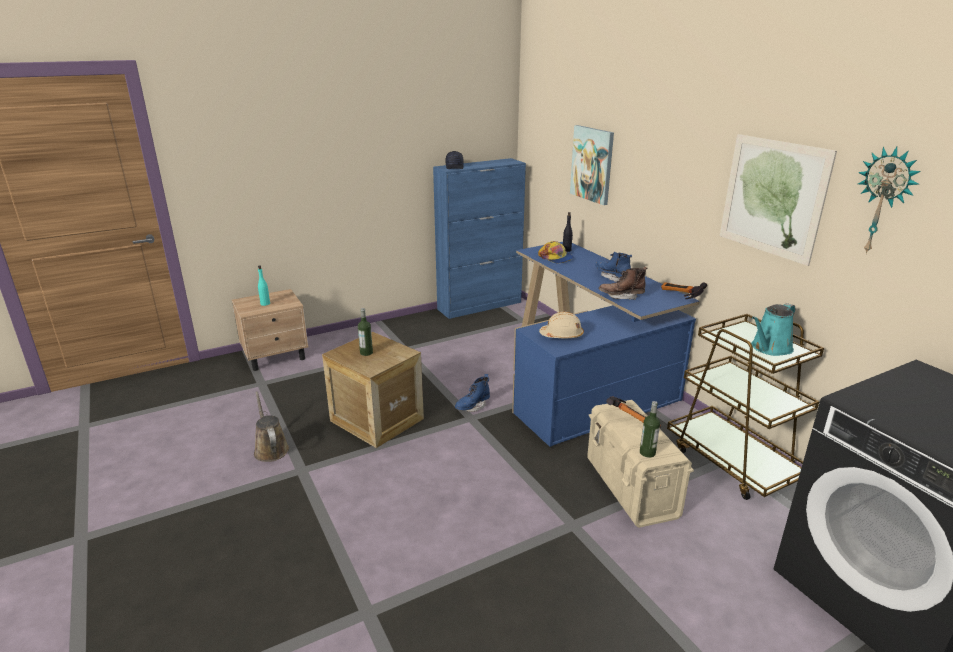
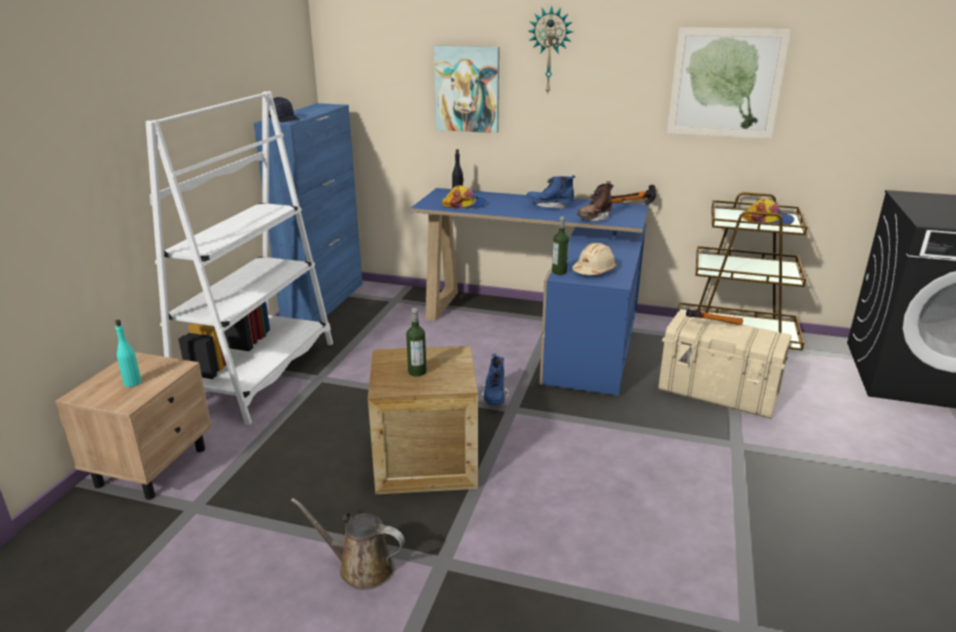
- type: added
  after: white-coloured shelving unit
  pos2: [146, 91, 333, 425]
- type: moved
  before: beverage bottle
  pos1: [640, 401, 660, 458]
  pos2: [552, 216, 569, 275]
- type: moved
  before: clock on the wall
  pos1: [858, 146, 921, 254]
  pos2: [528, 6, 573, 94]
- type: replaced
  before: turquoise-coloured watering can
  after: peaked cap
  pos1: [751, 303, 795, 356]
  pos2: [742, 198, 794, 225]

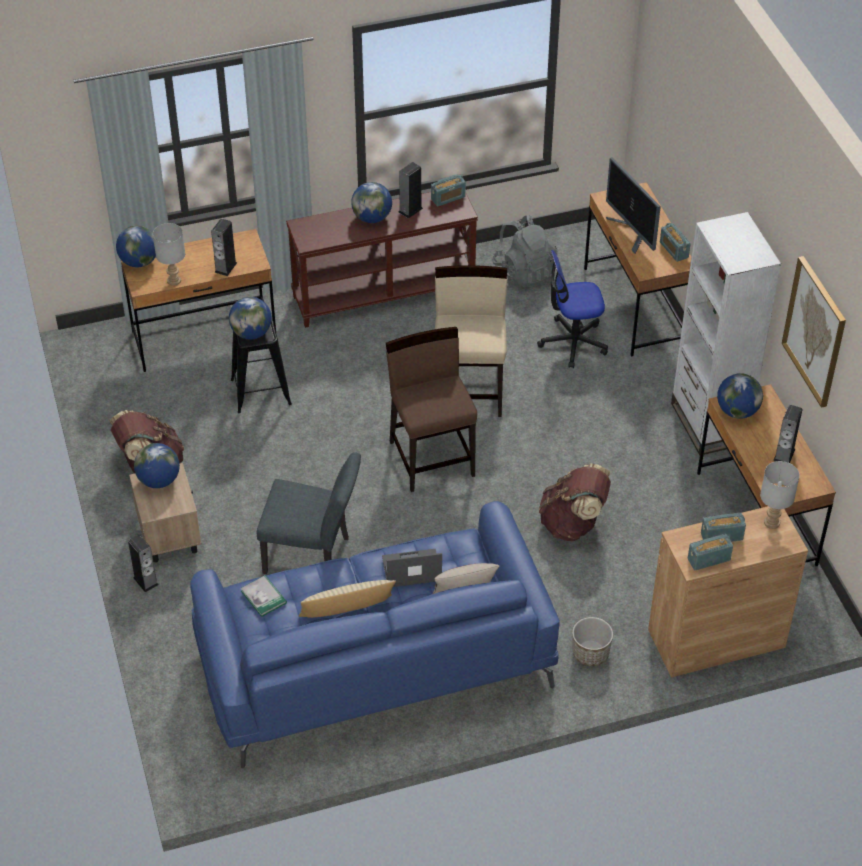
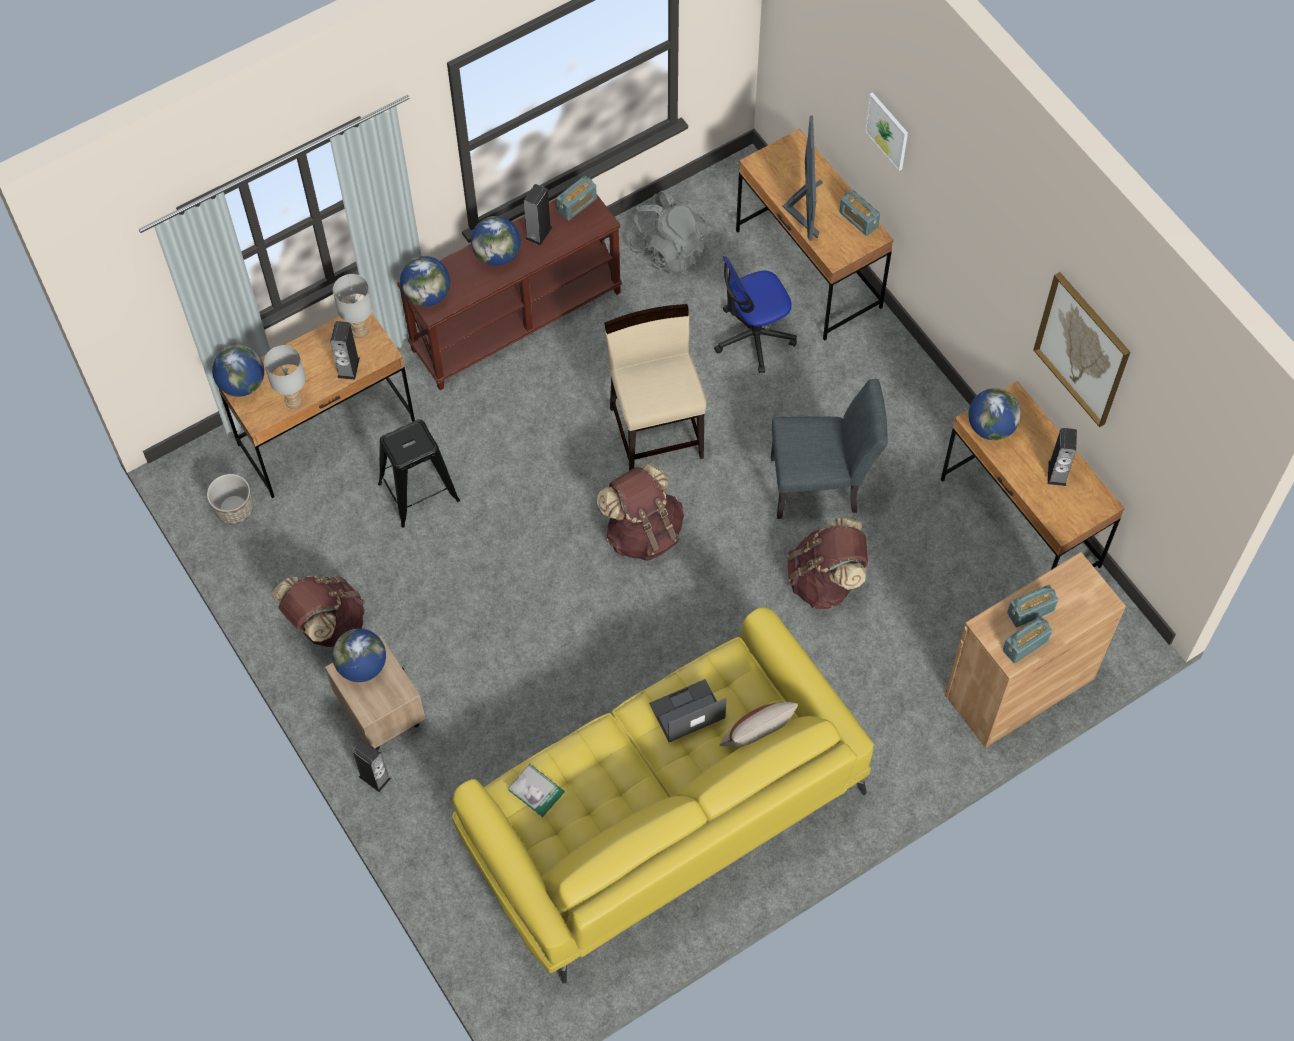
- type: removed
  before: sand-coloured cushion
  pos1: [299, 580, 396, 618]
- type: removed
  before: white-coloured shelving unit
  pos1: [671, 212, 781, 455]
- type: added
  after: picture
  pos2: [865, 92, 908, 171]
- type: moved
  before: desk globe
  pos1: [229, 297, 272, 340]
  pos2: [400, 256, 450, 307]
- type: moved
  before: gray upright chair
  pos1: [257, 452, 361, 574]
  pos2: [771, 379, 888, 519]
- type: moved
  before: planter
  pos1: [572, 617, 613, 666]
  pos2: [207, 474, 253, 525]
- type: moved
  before: gray lamp for a table
  pos1: [760, 461, 800, 529]
  pos2: [333, 274, 373, 338]
- type: replaced
  before: brown upright chair
  after: brown backpack
  pos1: [386, 327, 477, 492]
  pos2: [597, 463, 684, 561]
- type: recoloured
  before: blue settee
  after: yellow-coloured settee
  pos1: [190, 501, 560, 768]
  pos2: [452, 607, 874, 983]
- type: turned
  before: computer display
  pos1: [606, 157, 661, 254]
  pos2: [782, 116, 823, 241]
  turn: -135

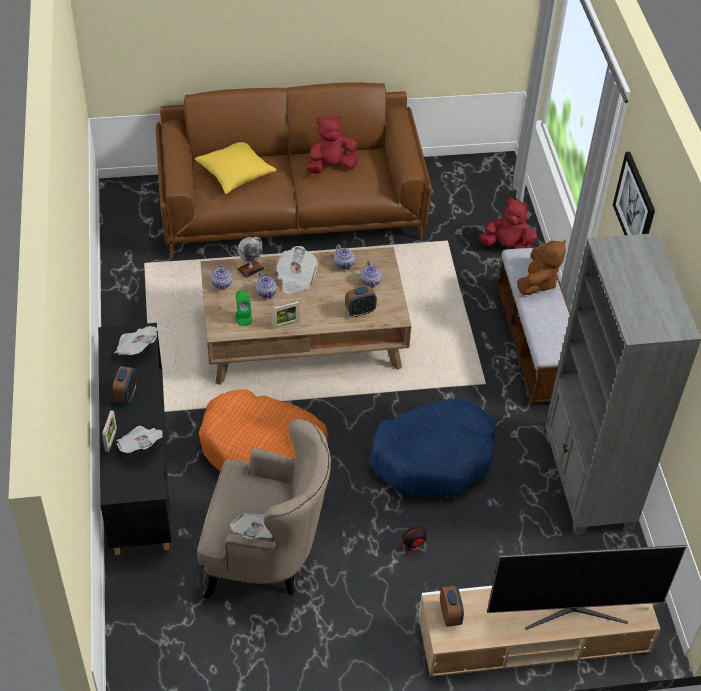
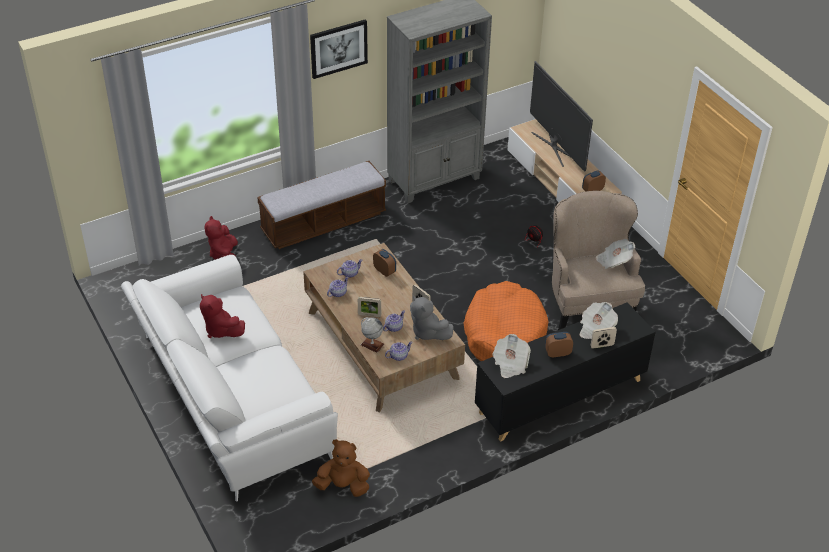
- type: removed
  before: yellow-coloured cushion
  pos1: [195, 142, 276, 194]
- type: removed
  before: blue dog cushion
  pos1: [370, 399, 495, 497]
- type: moved
  before: brown soft toy
  pos1: [517, 239, 566, 295]
  pos2: [312, 439, 370, 497]
- type: replaced
  before: green-coloured speaker
  after: gray soft toy
  pos1: [235, 290, 252, 326]
  pos2: [410, 295, 454, 340]
- type: replaced
  before: newspaper
  after: picture frame
  pos1: [276, 246, 318, 294]
  pos2: [358, 297, 381, 317]
- type: recoloured
  before: brown settee
  after: white-coloured settee
  pos1: [156, 82, 432, 258]
  pos2: [121, 255, 338, 501]

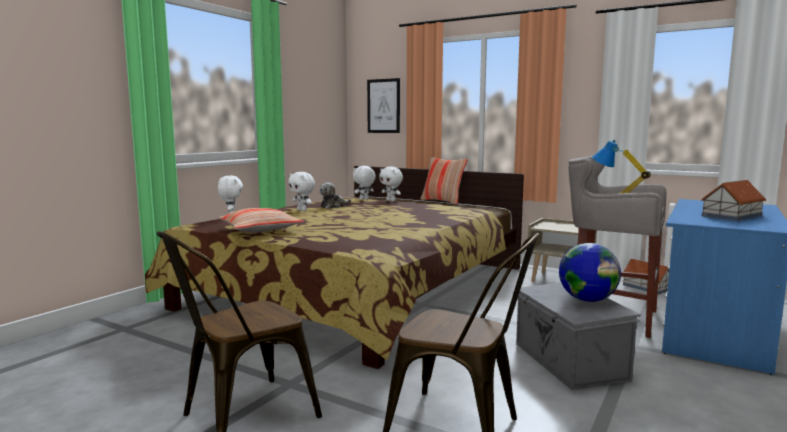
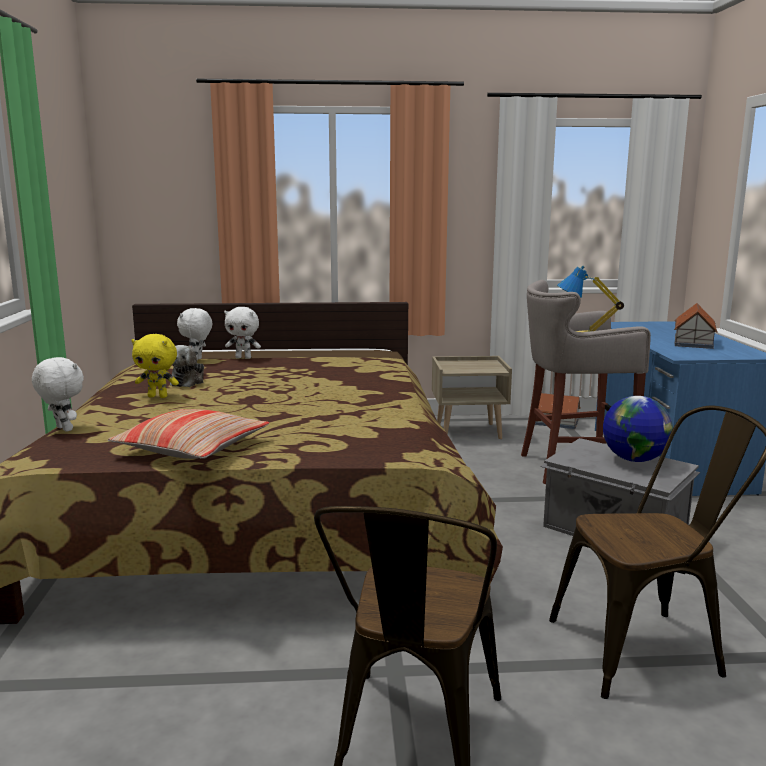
- type: removed
  before: picture
  pos1: [367, 78, 400, 133]
- type: removed
  before: cushion
  pos1: [420, 157, 467, 204]
- type: recoloured
  before: white-coloured soft toy
  after: yellow-coloured soft toy
  pos1: [288, 172, 315, 211]
  pos2: [132, 334, 179, 398]

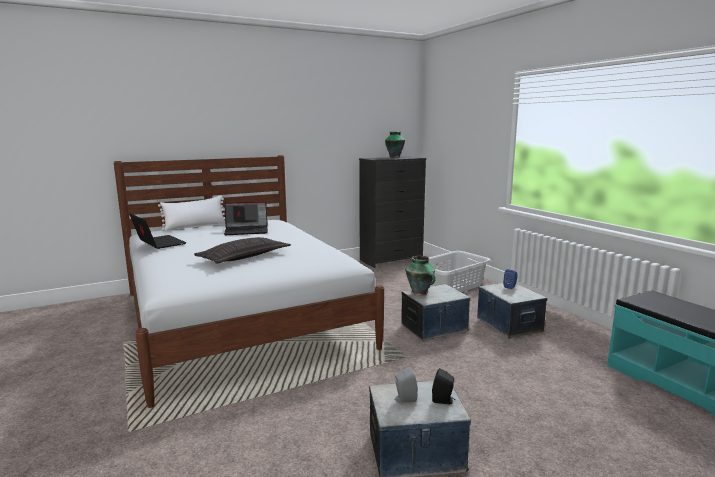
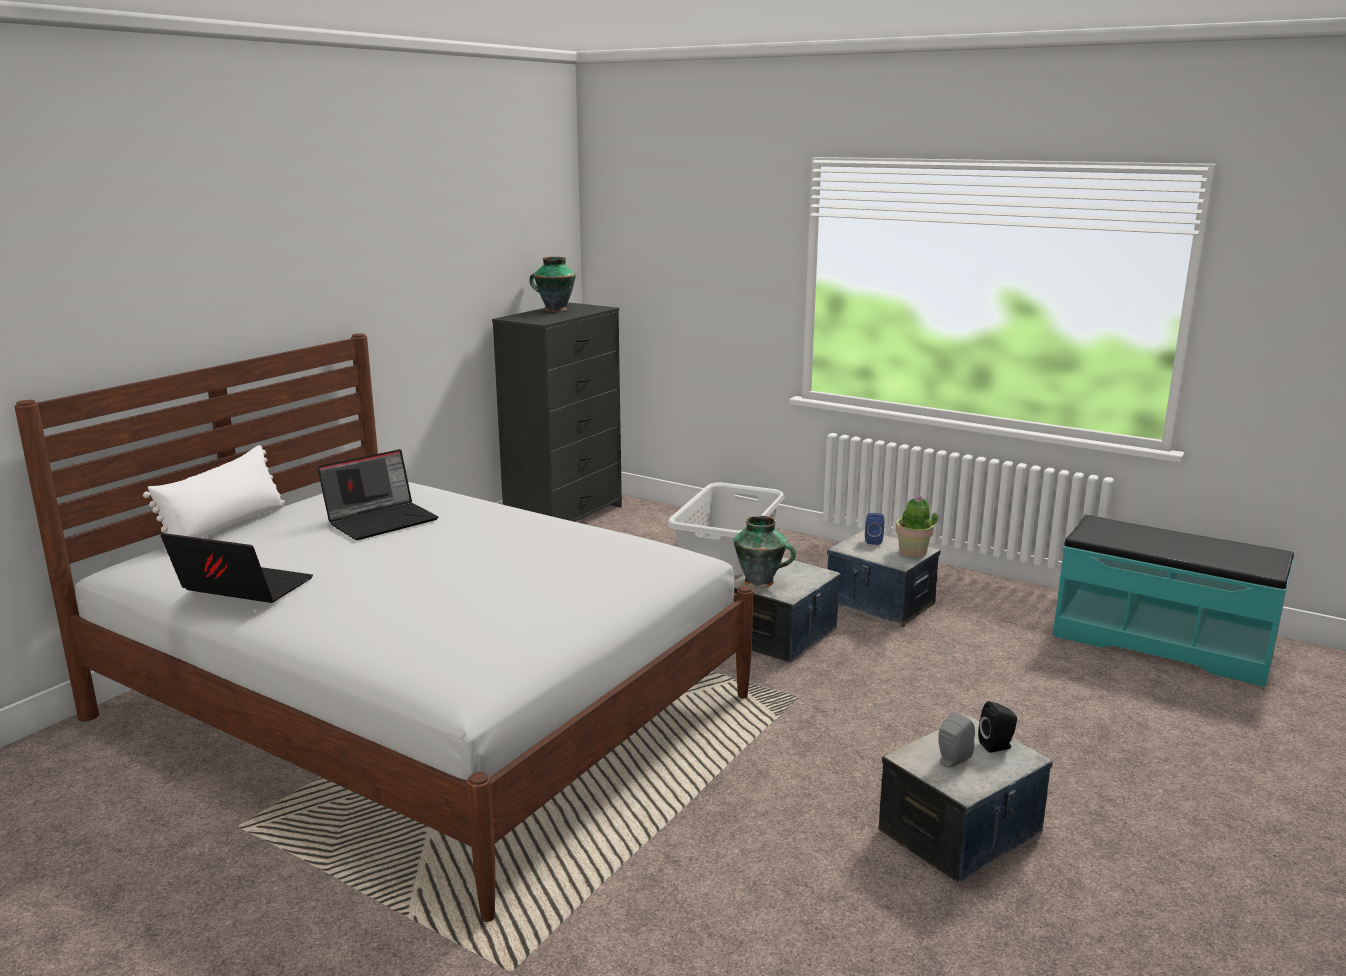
- type: removed
  before: cushion
  pos1: [194, 237, 291, 264]
- type: added
  after: plant in a pot
  pos2: [896, 496, 938, 557]

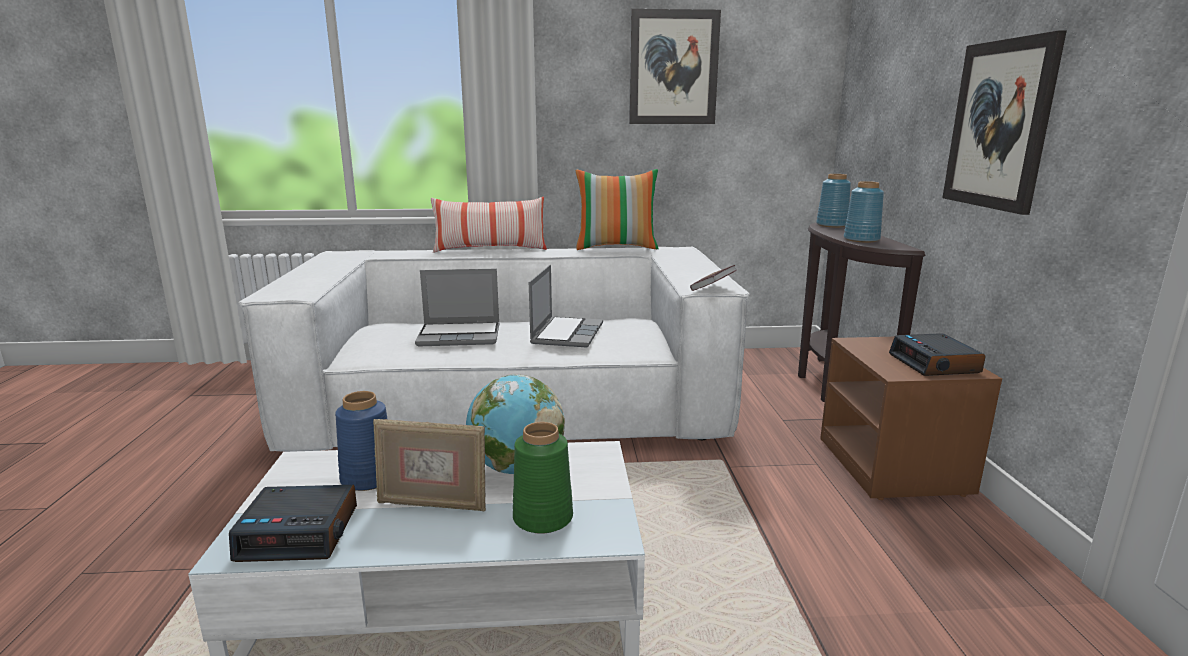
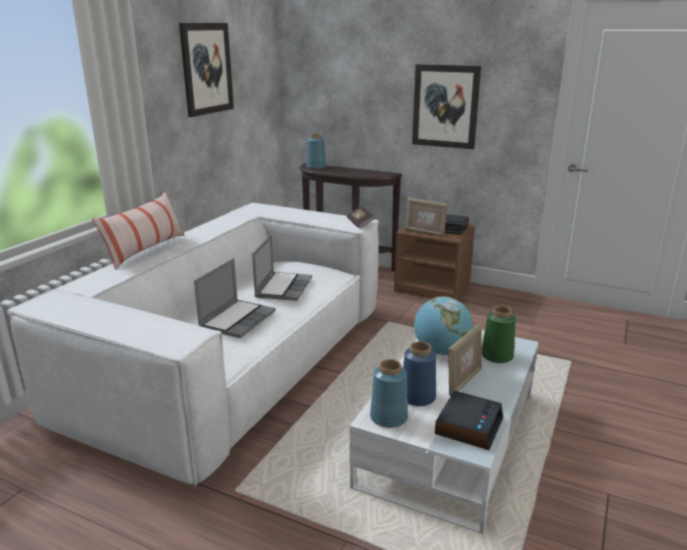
- type: removed
  before: cushion
  pos1: [576, 169, 659, 250]
- type: added
  after: picture frame
  pos2: [405, 198, 448, 237]
- type: moved
  before: blue flower vase
  pos1: [844, 181, 884, 243]
  pos2: [370, 359, 408, 428]
- type: turned
  before: notebook computer
  pos1: [529, 265, 603, 347]
  pos2: [252, 234, 312, 301]
  turn: 60

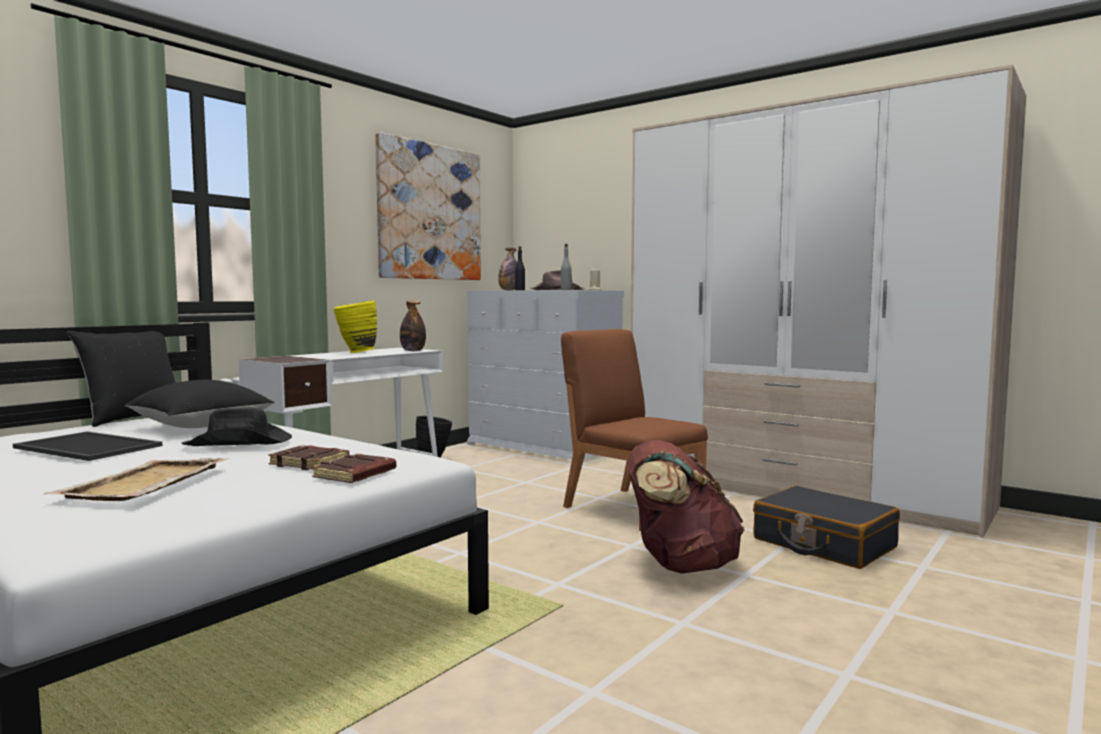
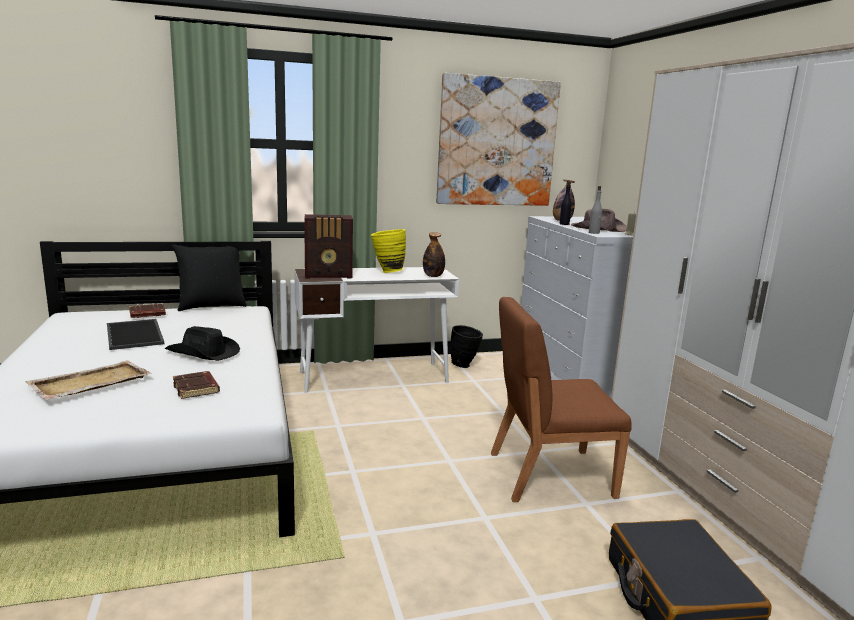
- type: removed
  before: black cushion
  pos1: [125, 380, 275, 428]
- type: removed
  before: brown backpack
  pos1: [626, 440, 745, 574]
- type: added
  after: radio
  pos2: [304, 214, 353, 279]
- type: moved
  before: brown book
  pos1: [312, 454, 396, 483]
  pos2: [129, 303, 166, 318]
- type: turned
  before: brown upright chair
  pos1: [561, 329, 708, 531]
  pos2: [491, 297, 632, 502]
  turn: -90

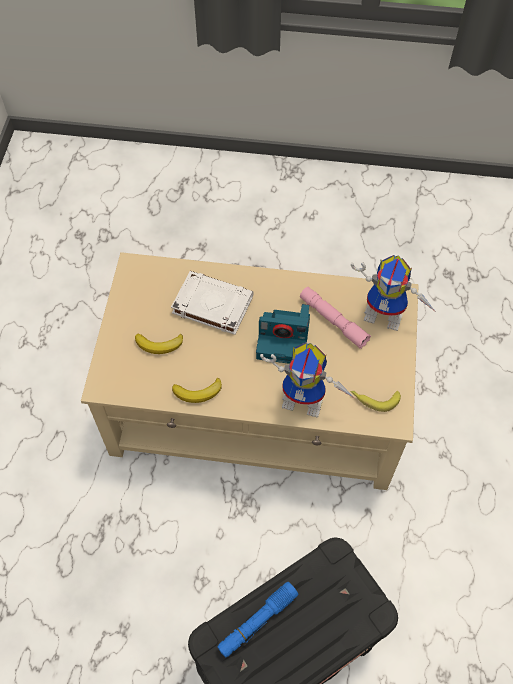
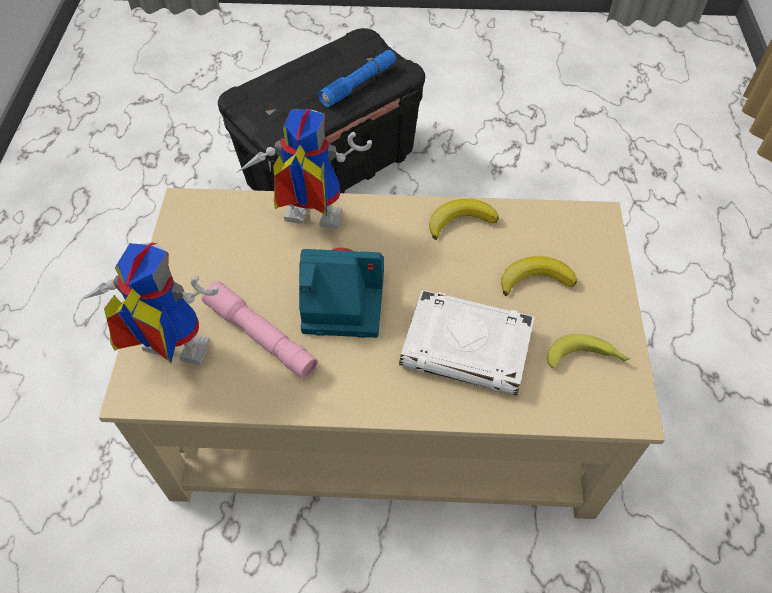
- type: moved
  before: banana
  pos1: [350, 391, 401, 412]
  pos2: [547, 334, 630, 368]

